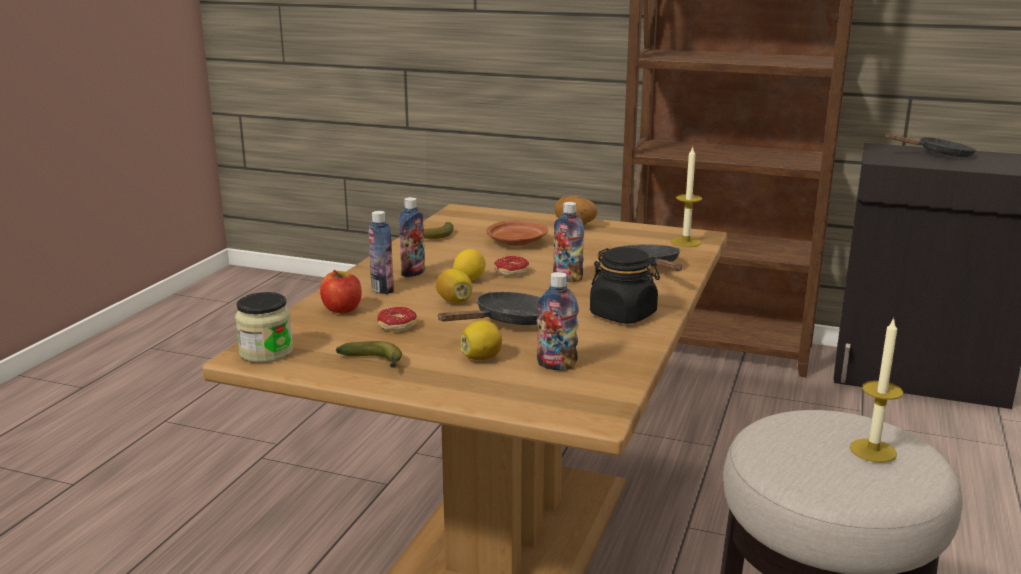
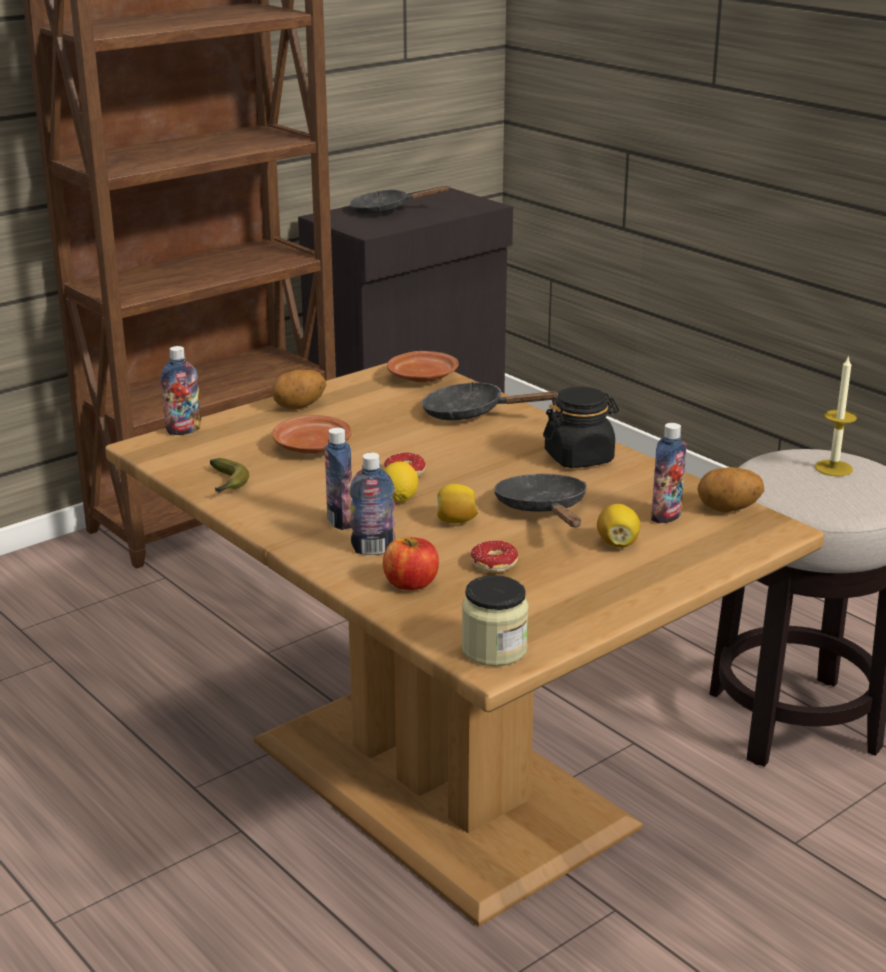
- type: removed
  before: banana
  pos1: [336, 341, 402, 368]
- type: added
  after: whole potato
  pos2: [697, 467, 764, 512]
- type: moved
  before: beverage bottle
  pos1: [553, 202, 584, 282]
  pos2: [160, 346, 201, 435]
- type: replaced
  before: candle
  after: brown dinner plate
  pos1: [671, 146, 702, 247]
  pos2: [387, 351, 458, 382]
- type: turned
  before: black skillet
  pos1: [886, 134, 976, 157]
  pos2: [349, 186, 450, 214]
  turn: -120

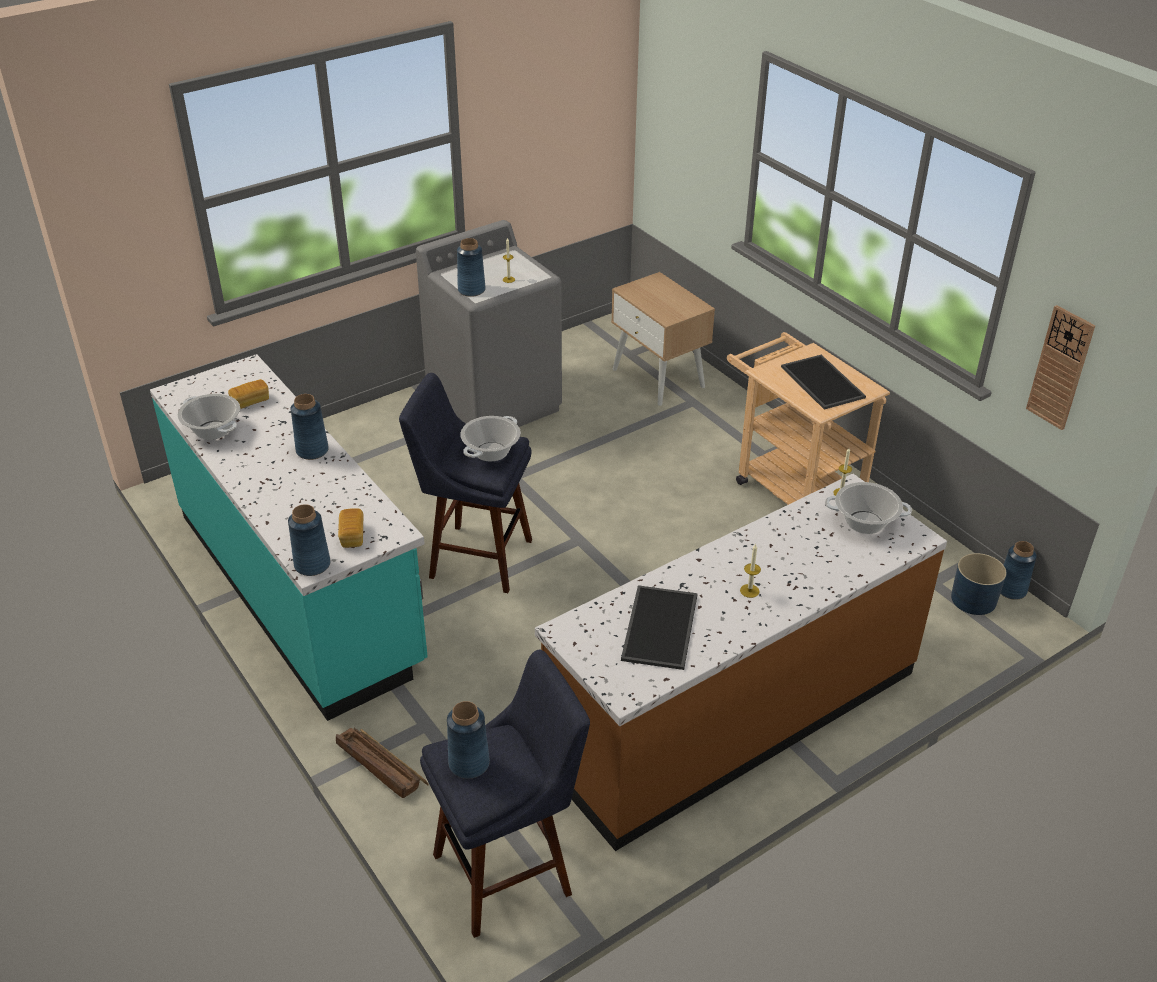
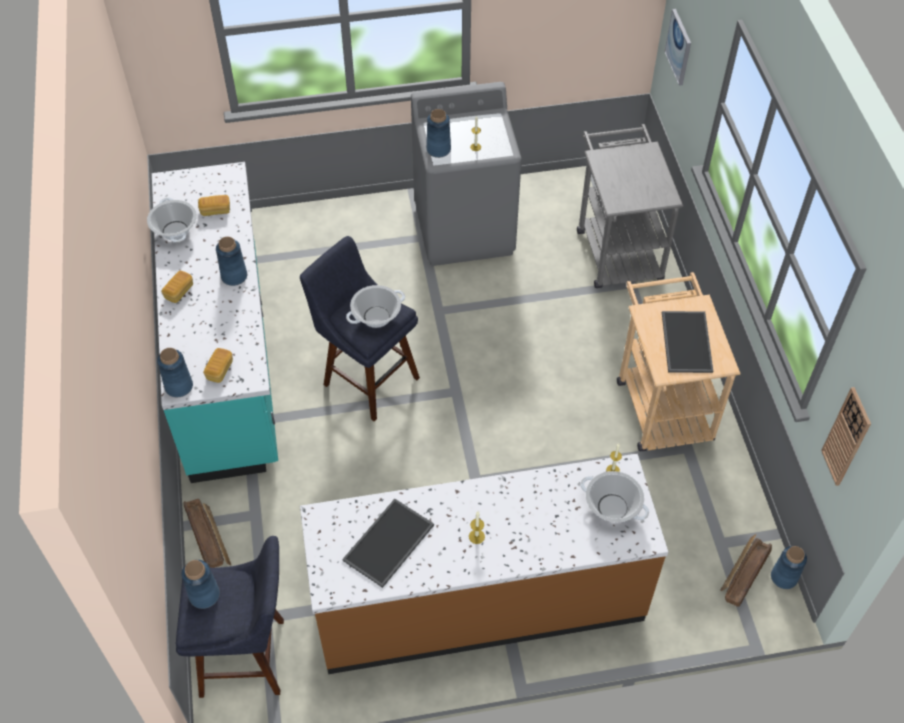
- type: added
  after: bakery bread
  pos2: [161, 271, 193, 303]
- type: added
  after: picture
  pos2: [664, 9, 691, 86]
- type: replaced
  before: sand-coloured bedside table
  after: gray wheeled cart
  pos1: [611, 272, 715, 406]
  pos2: [577, 124, 683, 288]
- type: replaced
  before: blue planter
  after: packing crate
  pos1: [951, 553, 1007, 615]
  pos2: [721, 534, 772, 607]

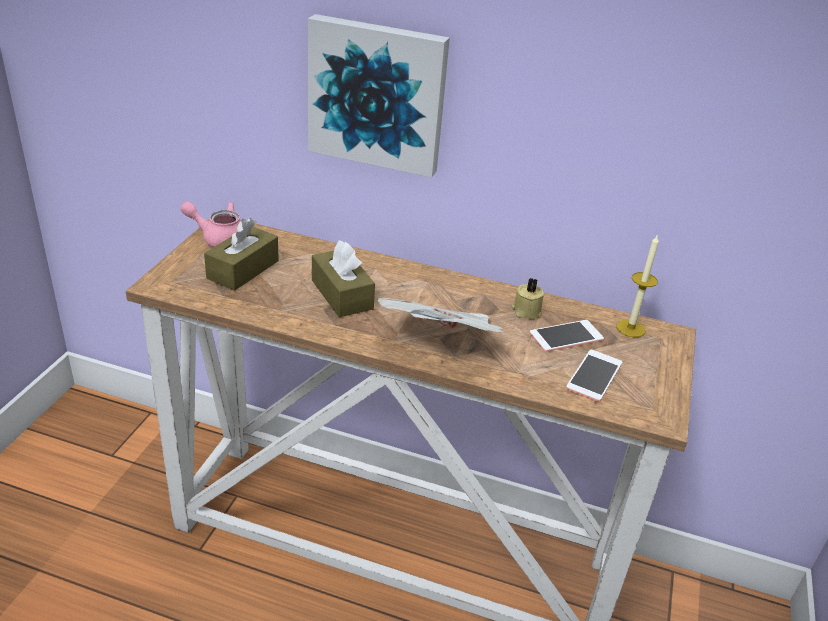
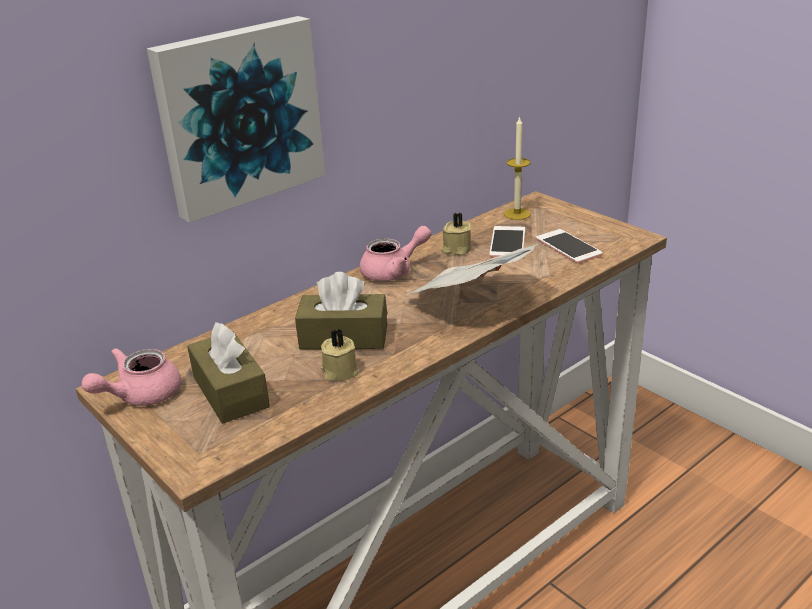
- type: added
  after: sand-coloured candle
  pos2: [320, 329, 359, 381]
- type: added
  after: pinkish pot for tea
  pos2: [359, 226, 431, 281]

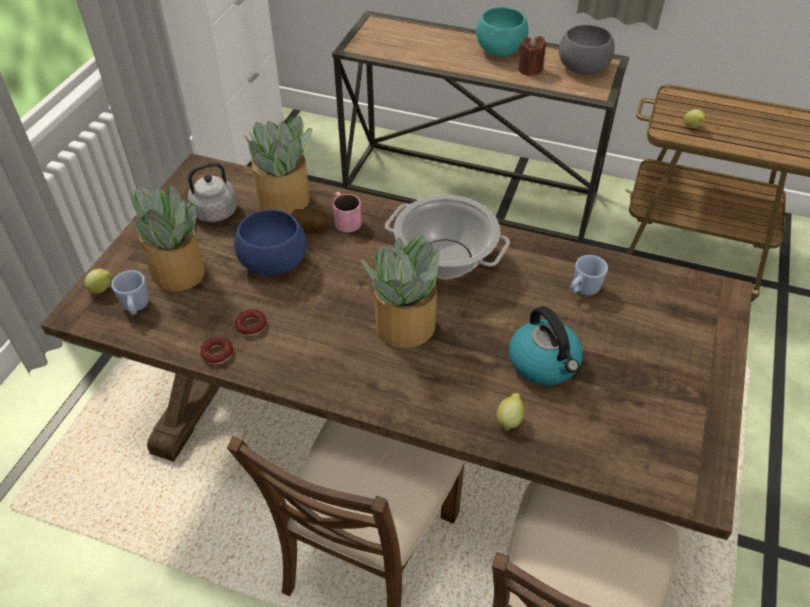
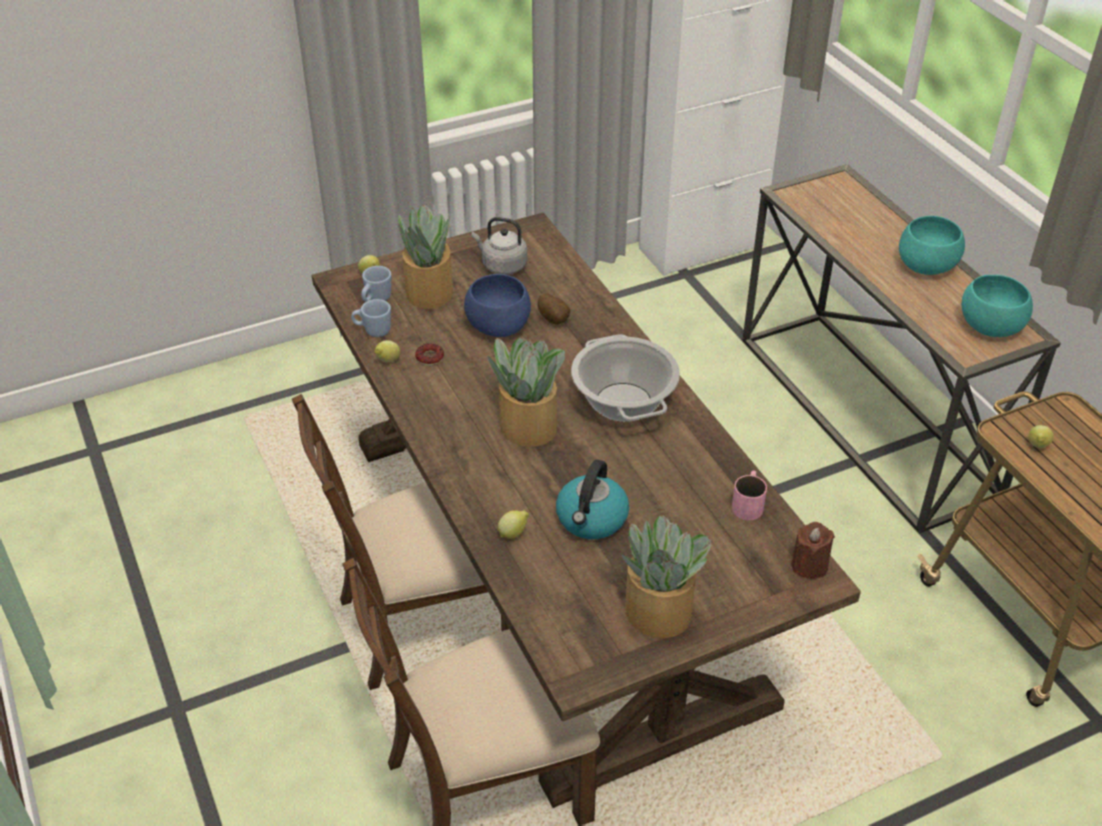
- type: moved
  before: plant in a pot
  pos1: [244, 116, 313, 215]
  pos2: [622, 515, 711, 638]
- type: moved
  before: pinkish coffee mug
  pos1: [333, 192, 362, 232]
  pos2: [732, 470, 767, 520]
- type: moved
  before: brown candle
  pos1: [518, 36, 546, 76]
  pos2: [791, 522, 835, 579]
- type: moved
  before: blue coffee mug
  pos1: [570, 255, 608, 295]
  pos2: [351, 299, 391, 337]
- type: replaced
  before: donut
  after: lemon
  pos1: [200, 337, 233, 365]
  pos2: [375, 340, 400, 362]
- type: recoloured
  before: gray bowl
  after: turquoise-coloured bowl
  pos1: [559, 25, 615, 74]
  pos2: [962, 275, 1033, 337]

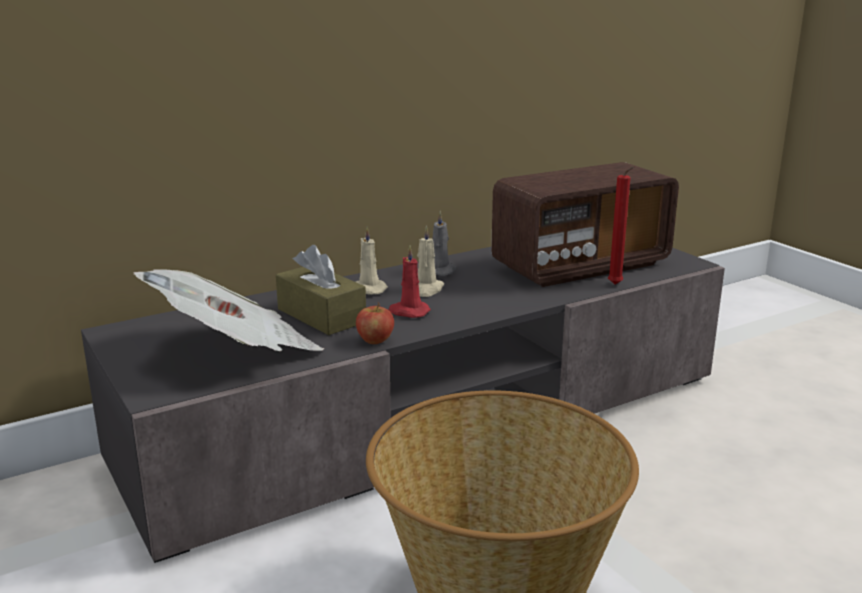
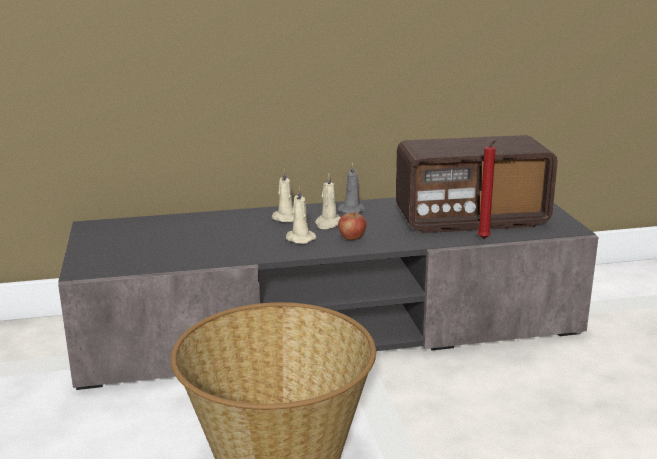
- type: removed
  before: newspaper
  pos1: [133, 269, 324, 351]
- type: removed
  before: brown tissue box
  pos1: [276, 245, 366, 335]
- type: moved
  before: apple
  pos1: [356, 302, 394, 344]
  pos2: [338, 210, 366, 240]
- type: recoloured
  before: red-coloured candle
  after: sand-coloured candle
  pos1: [389, 245, 431, 318]
  pos2: [286, 186, 316, 244]

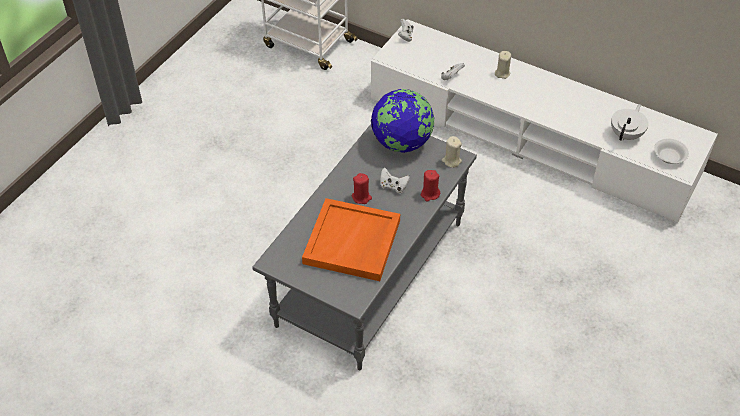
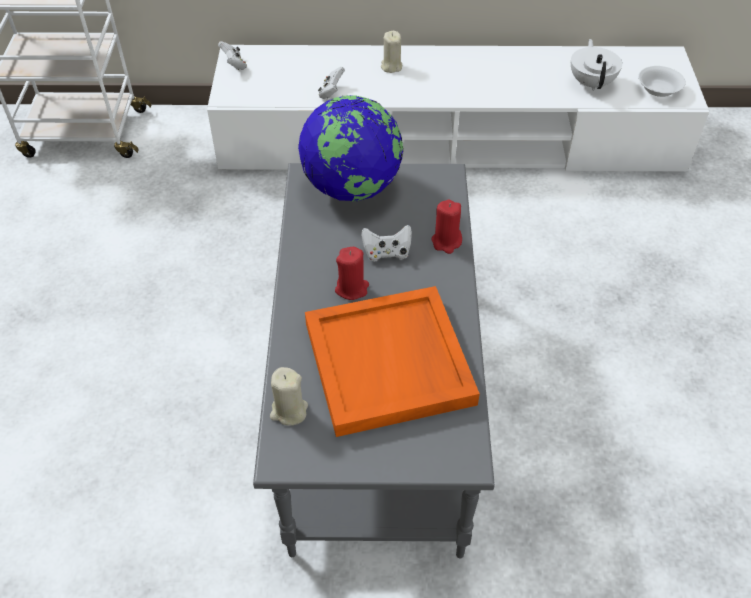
- type: moved
  before: sand-coloured candle
  pos1: [442, 136, 462, 168]
  pos2: [270, 367, 308, 426]

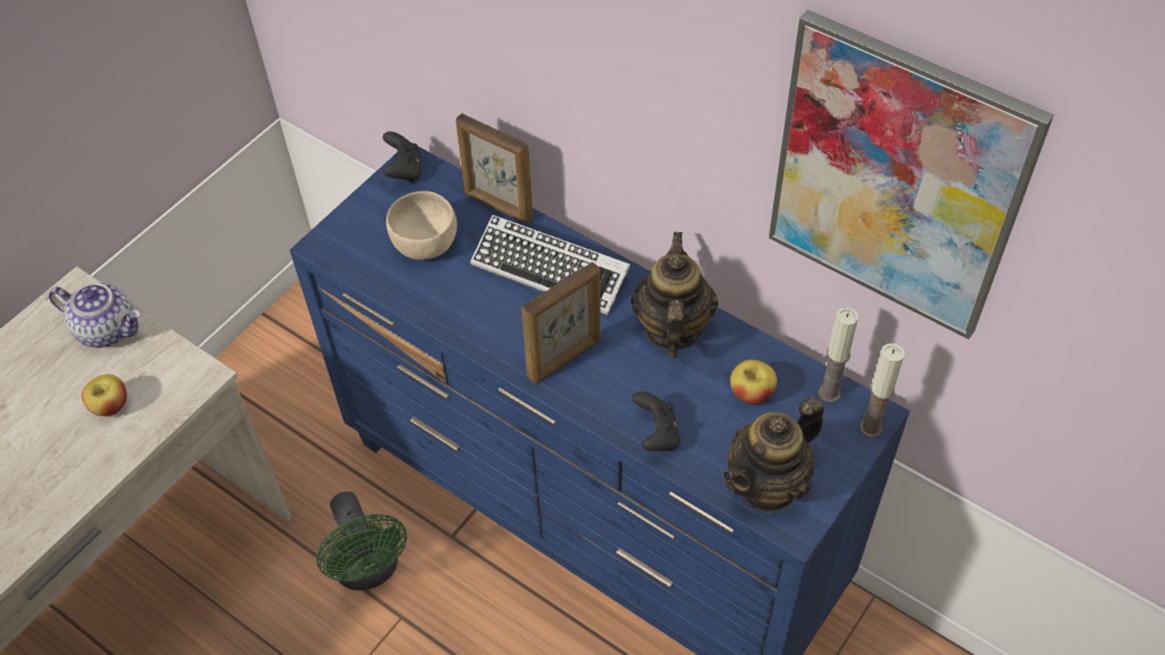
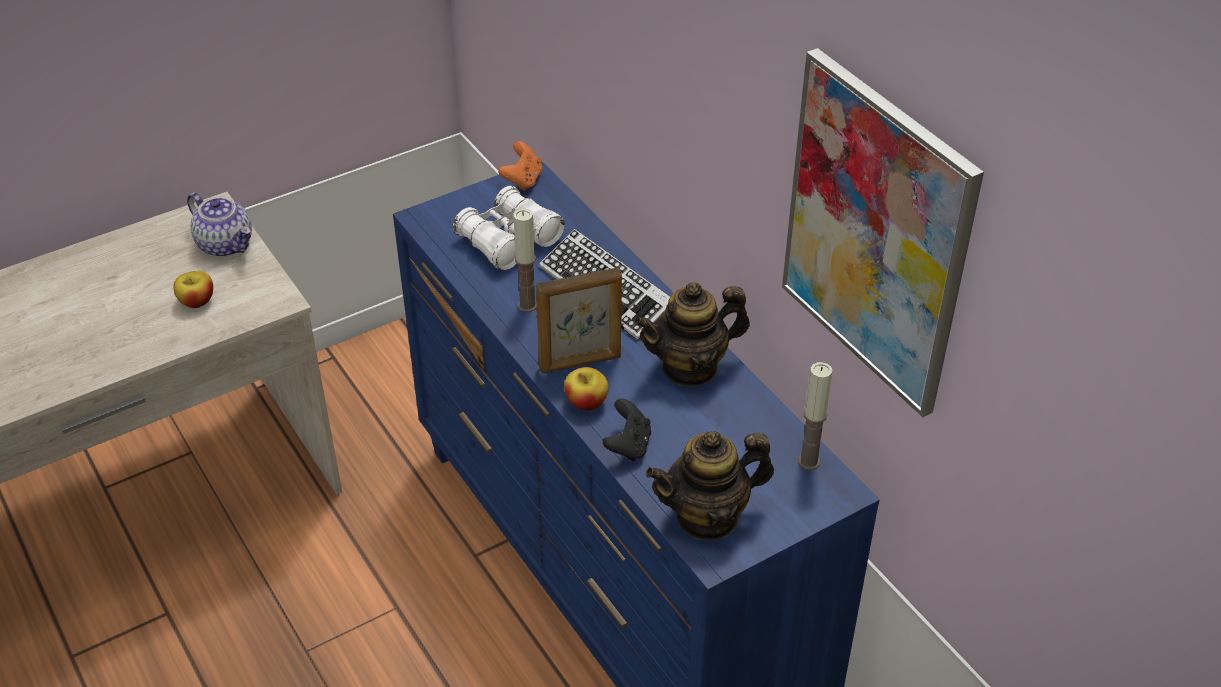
- type: removed
  before: green-coloured electric fan
  pos1: [316, 491, 407, 591]
- type: removed
  before: picture frame
  pos1: [456, 113, 533, 224]
- type: moved
  before: apple
  pos1: [730, 359, 777, 404]
  pos2: [564, 367, 609, 411]
- type: moved
  before: candle
  pos1: [860, 343, 905, 438]
  pos2: [513, 209, 537, 312]
- type: replaced
  before: sand-coloured bowl
  after: white-coloured field glasses
  pos1: [386, 191, 457, 260]
  pos2: [453, 186, 565, 270]
- type: recoloured
  before: black joypad
  after: orangey joypad
  pos1: [382, 131, 421, 183]
  pos2: [498, 141, 542, 191]
- type: turned
  before: pot for tea
  pos1: [631, 232, 718, 358]
  pos2: [634, 282, 750, 387]
  turn: -135

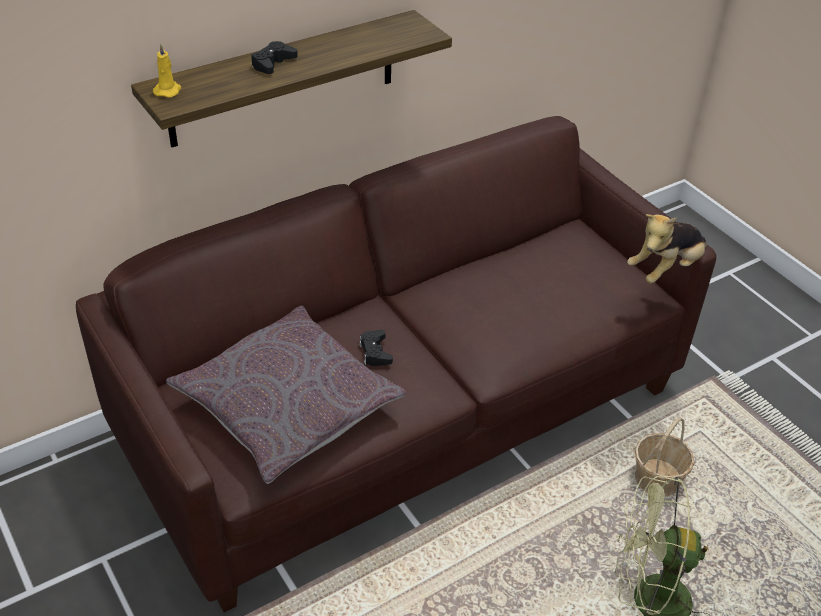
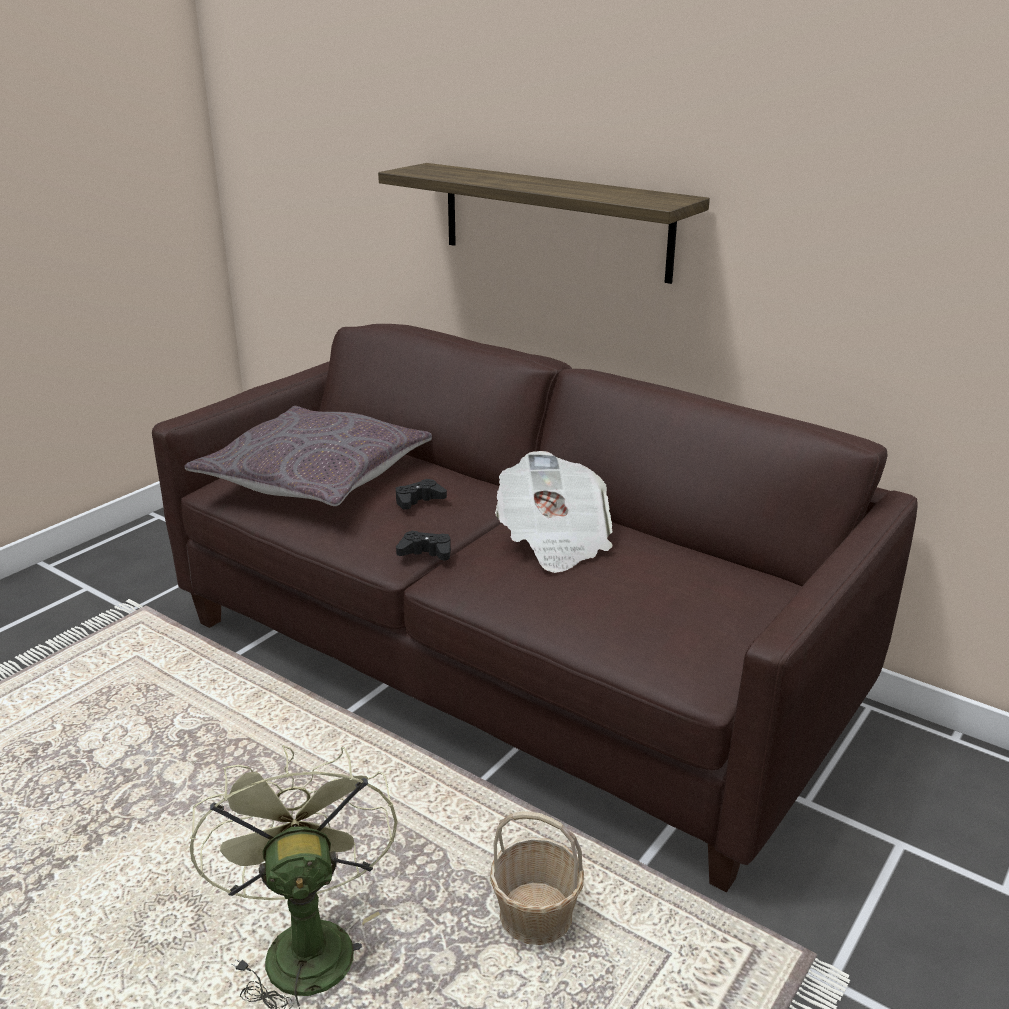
- type: removed
  before: yellow-coloured candle
  pos1: [153, 44, 181, 97]
- type: removed
  before: soft toy
  pos1: [627, 214, 707, 283]
- type: added
  after: newspaper
  pos2: [495, 451, 612, 573]
- type: moved
  before: black joypad
  pos1: [251, 41, 298, 74]
  pos2: [396, 531, 451, 561]

